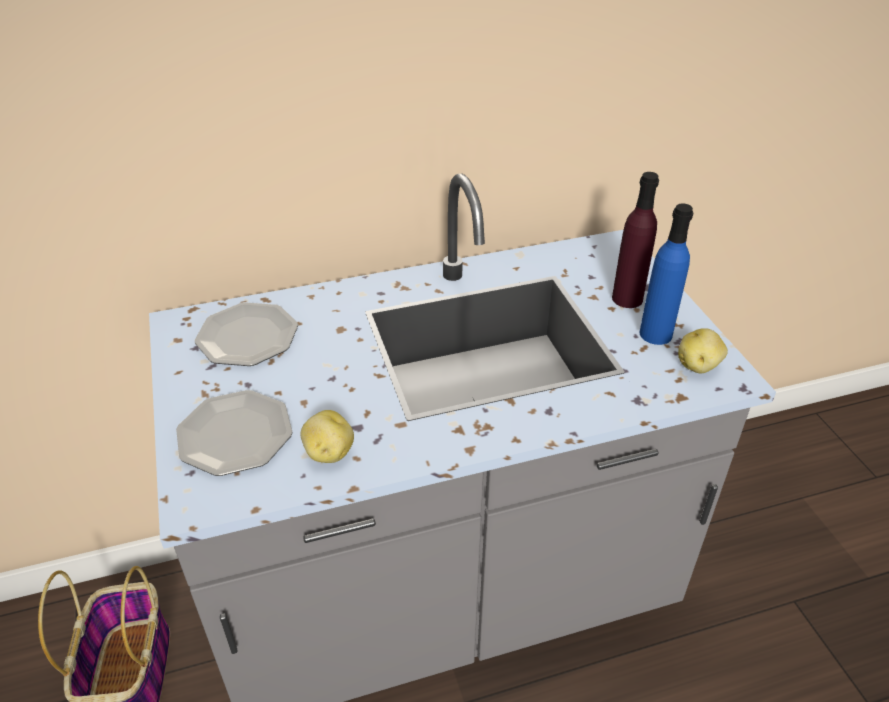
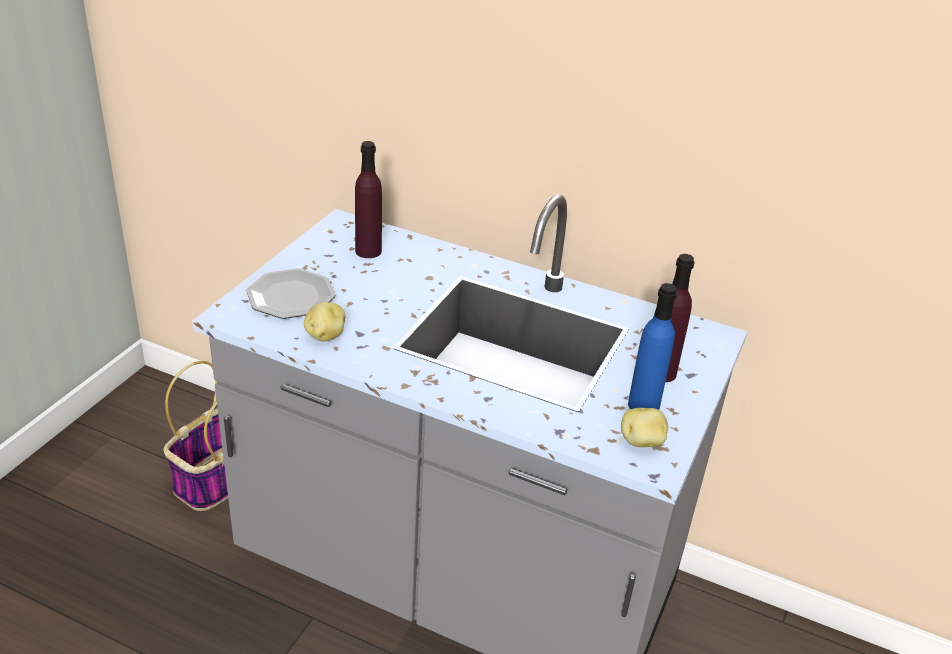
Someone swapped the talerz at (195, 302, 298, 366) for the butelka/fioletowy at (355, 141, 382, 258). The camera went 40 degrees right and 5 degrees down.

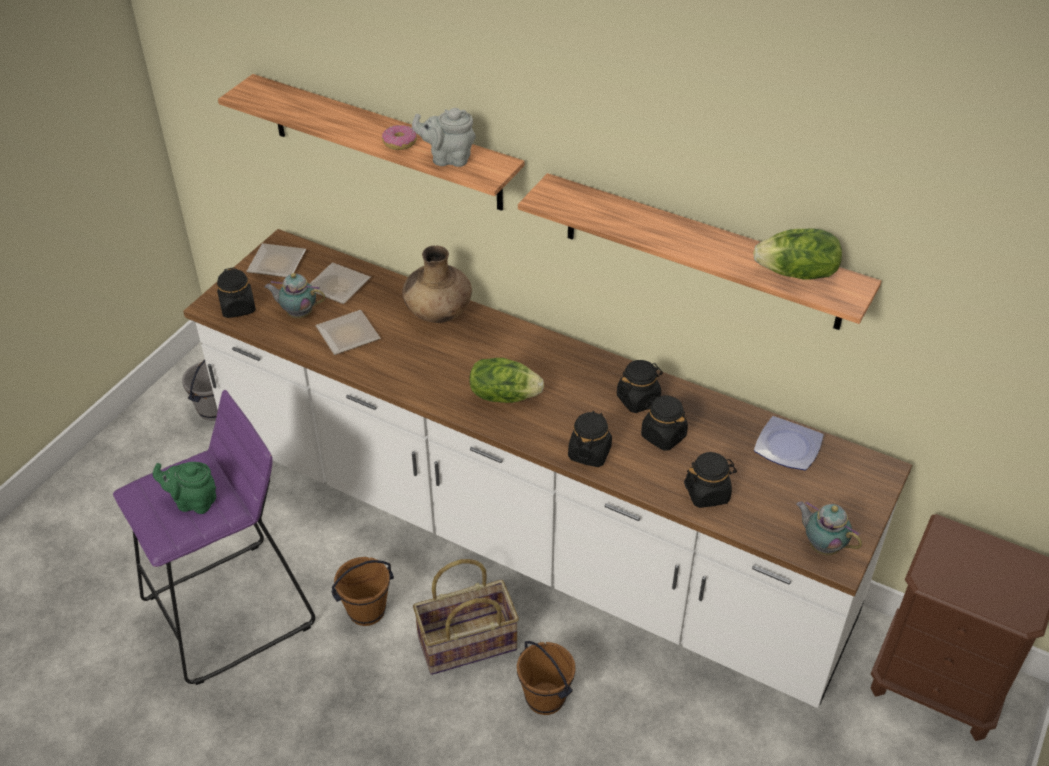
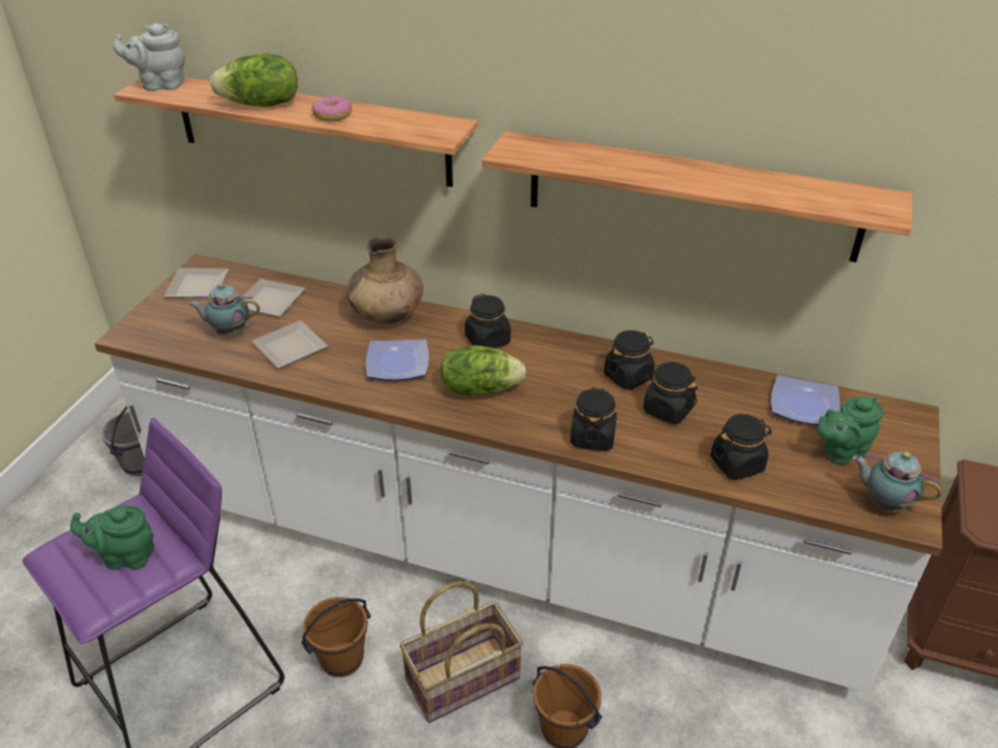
Someone carried the słoik/czarny from (217, 268, 256, 318) to (465, 294, 511, 348). Someone carried the imbryk/szary from (412, 108, 476, 167) to (113, 23, 185, 91). Someone carried the sałata from (753, 228, 842, 280) to (210, 53, 298, 107). Someone put down the talerz at (366, 339, 429, 381). Someone put down the imbryk/zielony at (817, 396, 884, 465). The camera went 10 degrees left and 5 degrees down.

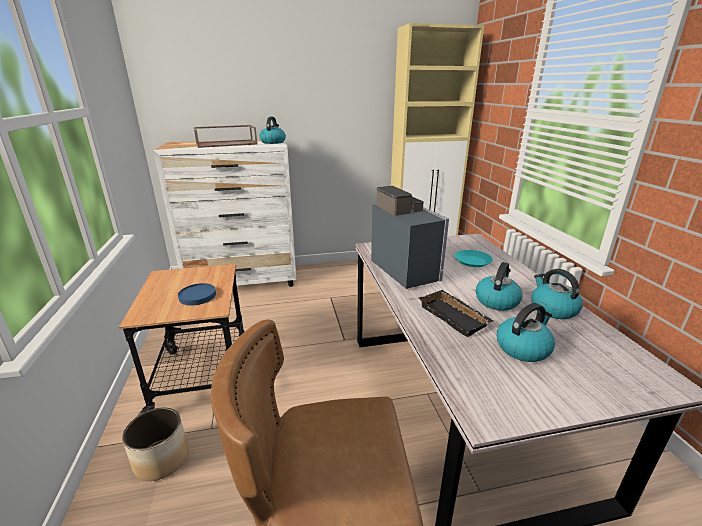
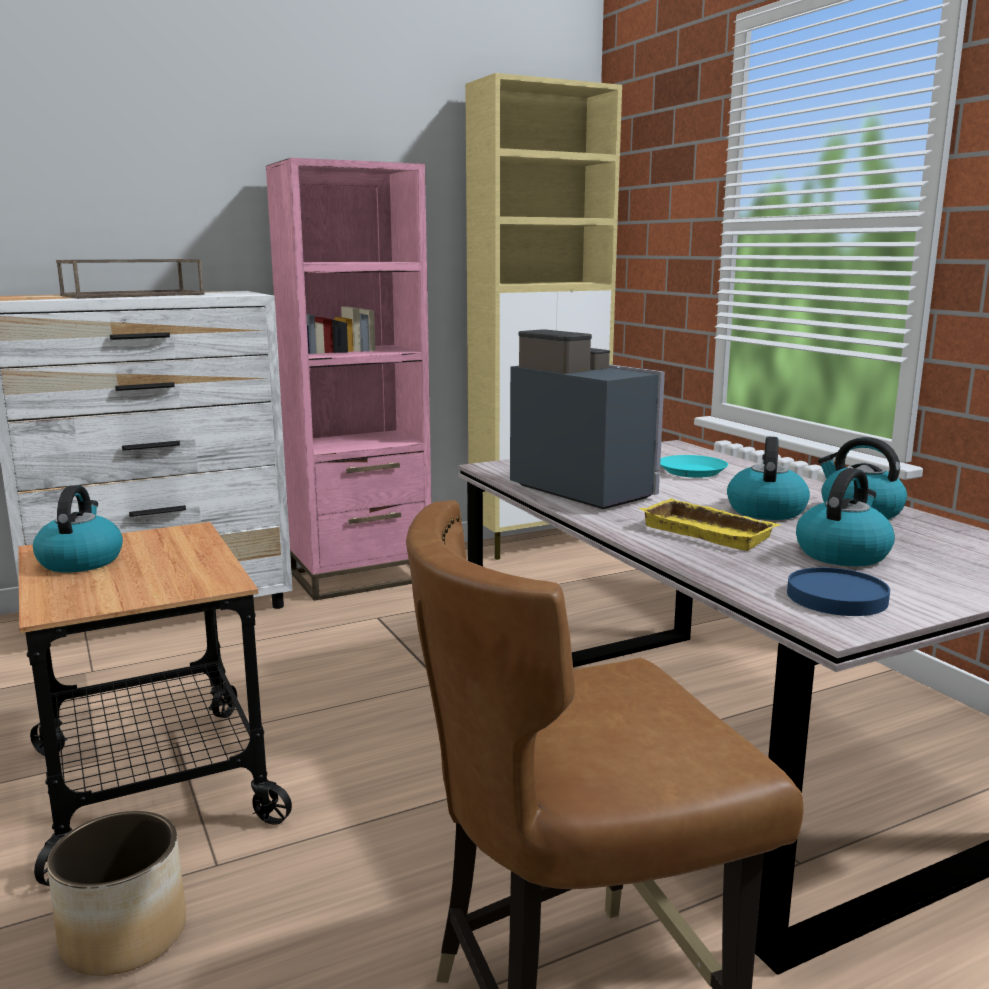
Someone carried the talerz/niebieski from (178, 283, 216, 306) to (787, 567, 890, 616). Someone carried the czajnik from (260, 117, 286, 144) to (33, 485, 123, 573). Someone repainted the taca/czarny at (419, 290, 494, 337), which became the taca/żółty at (639, 498, 781, 551). Someone put down the regał/różowy at (266, 158, 431, 601). The camera went 15 degrees left and 10 degrees down.

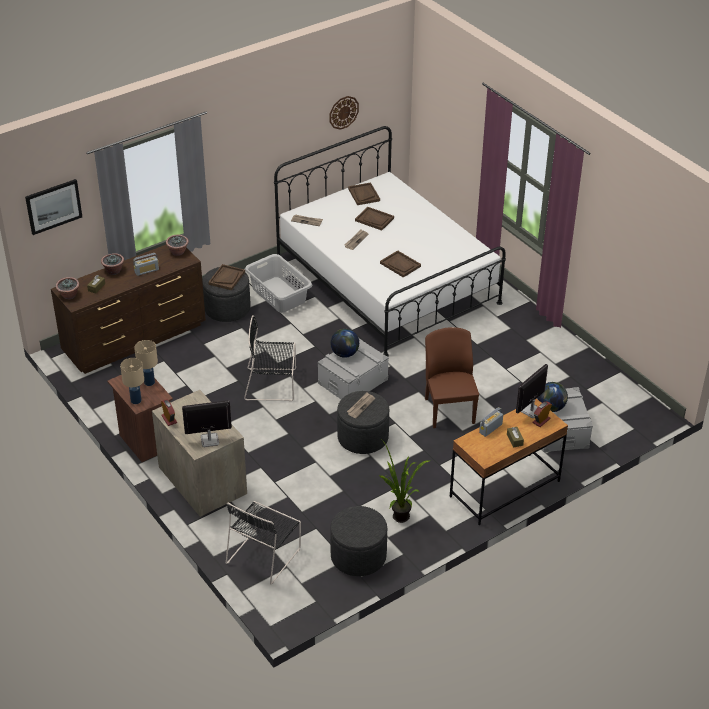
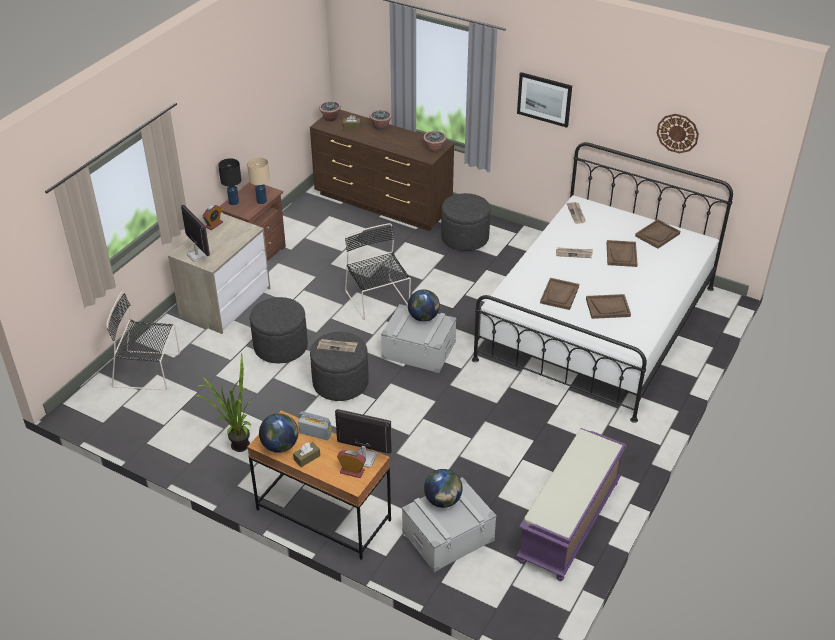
Someone carried the obraz from (25, 179, 82, 235) to (517, 72, 572, 128). Someone repainted the lampa stołowa/beżowy at (120, 358, 144, 404), which became the lampa stołowa/czarny at (218, 158, 241, 205). Someone took away the radio at (133, 253, 159, 276). Someone carried the taca/brązowy from (208, 264, 245, 290) to (586, 294, 631, 319). Someone took away the kosz na pranie/szary at (245, 254, 312, 313). Someone carried the pufa/szary from (330, 506, 387, 576) to (250, 297, 308, 363). Someone took away the krzesło/brązowy at (425, 327, 479, 428). Someone put down the globus at (259, 413, 298, 453). Someone put down the ławka/fioletowy at (517, 428, 626, 581). The camera went 65 degrees right and 0 degrees up.

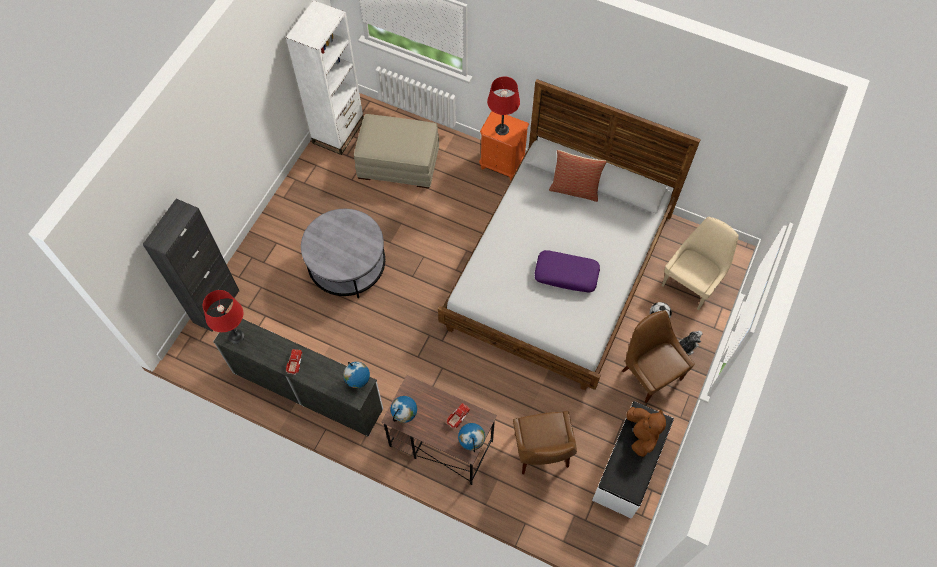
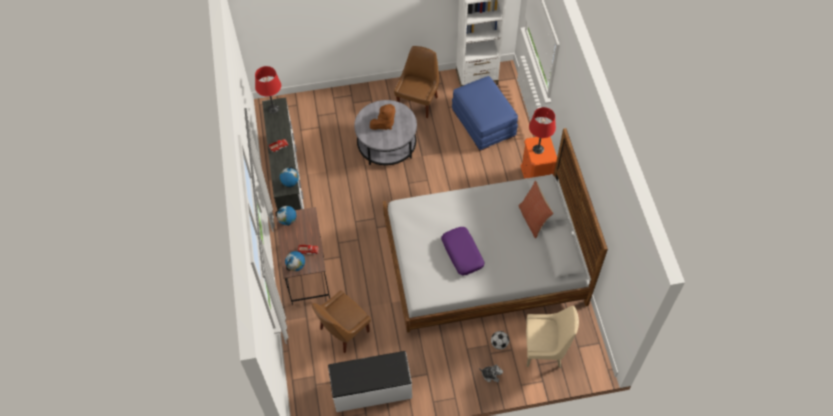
Someone took away the szafka/czarny at (143, 199, 239, 332). Someone repainted the pufa/beżowy at (354, 114, 439, 189), which became the pufa/niebieski at (452, 76, 518, 151). Someone carried the krzesło/brązowy from (622, 310, 695, 403) to (394, 46, 439, 118). Someone carried the pluszak/brązowy from (626, 407, 666, 457) to (370, 104, 395, 130). The camera went 55 degrees right and 5 degrees down.

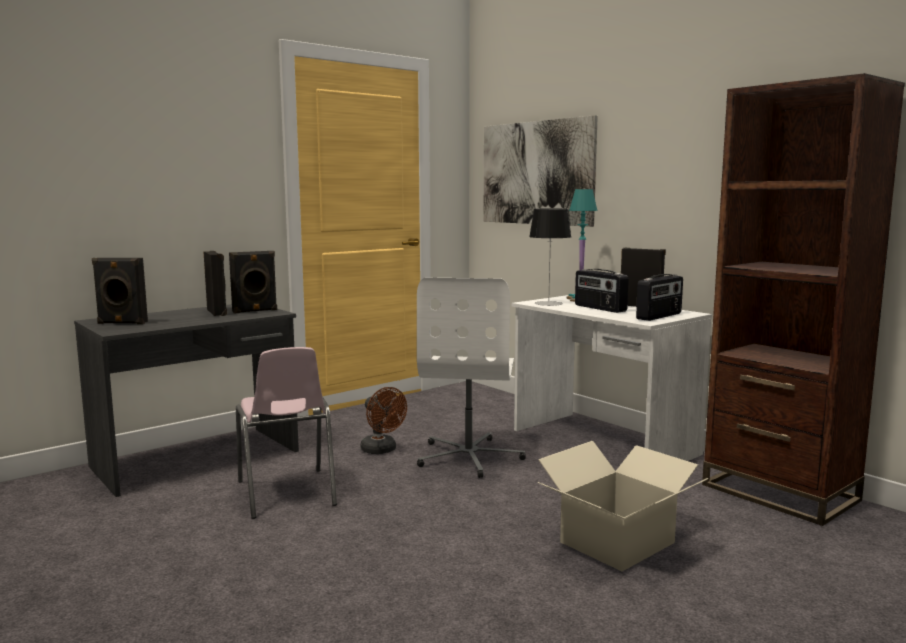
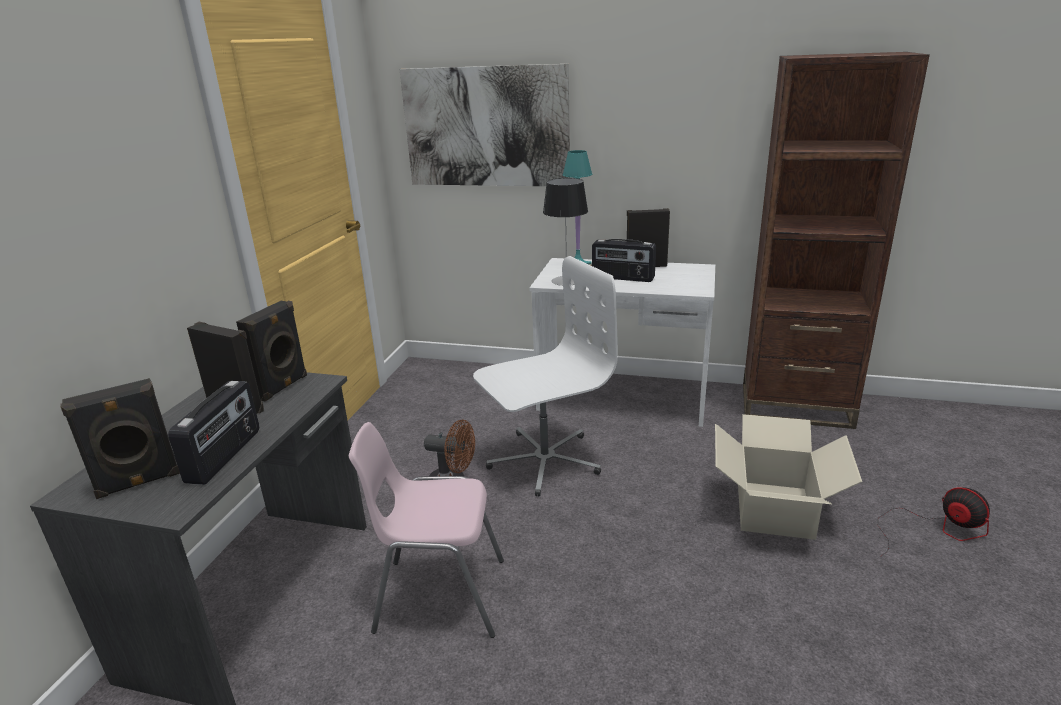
Someone rotated the krzesło/różowy at (236, 347, 337, 519) by 150 degrees clockwise. Someone rotated the krzesło biurowe/biały at (417, 278, 526, 478) by 90 degrees counterclockwise. Someone carried the radio from (636, 274, 683, 321) to (168, 381, 259, 485). Someone put down the wentylator at (878, 487, 990, 557). The camera went 35 degrees left and 15 degrees up.

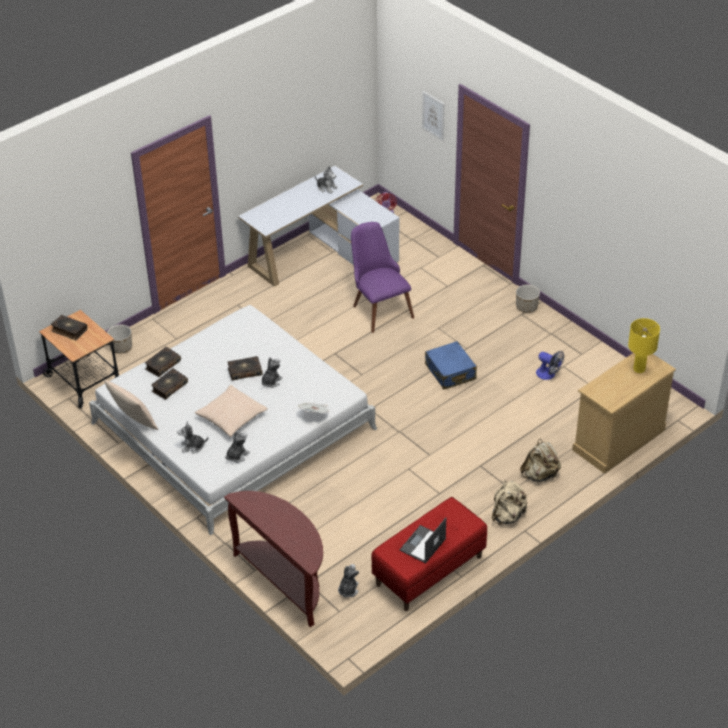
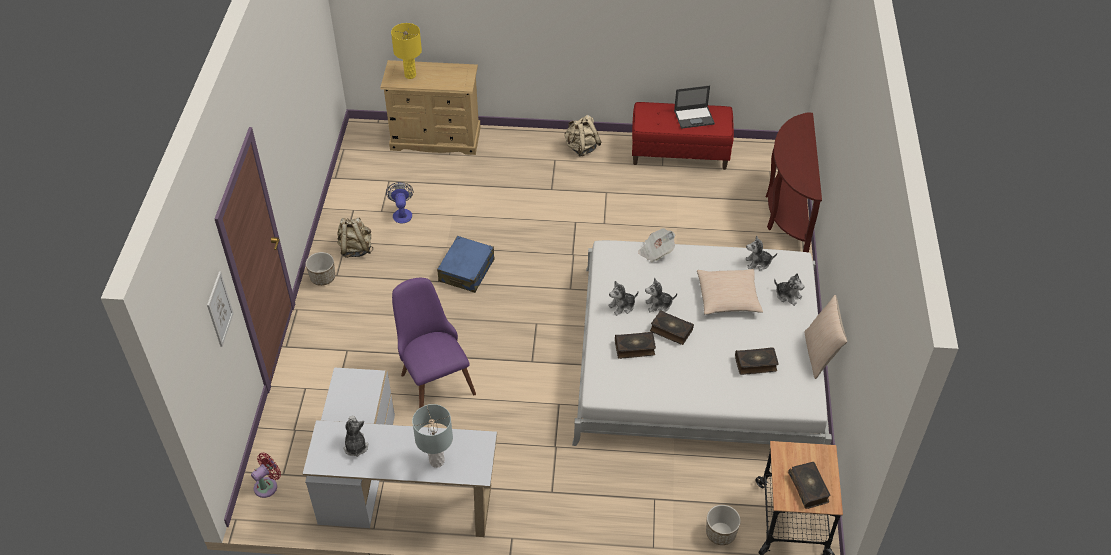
Someone carried the książka from (145, 347, 181, 377) to (615, 332, 656, 359). Someone carried the pluszak from (338, 564, 359, 597) to (608, 281, 639, 316). Someone rotated the krzesło/fioletowy at (351, 222, 414, 333) by 135 degrees clockwise. Someone carried the plecak/beżowy from (520, 439, 561, 482) to (337, 218, 373, 258). Someone put down the lampa stołowa/szary at (412, 404, 453, 468). The camera went 135 degrees left and 5 degrees up.

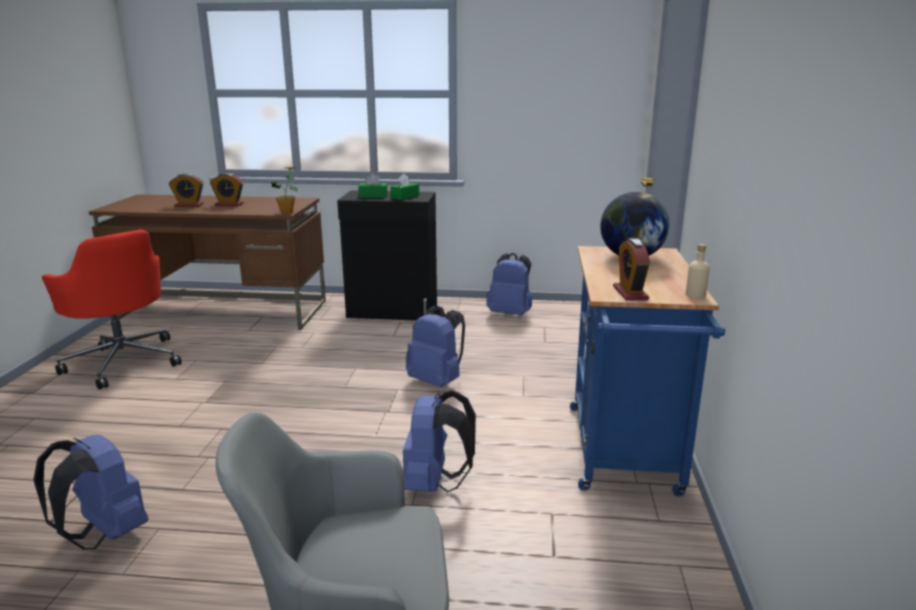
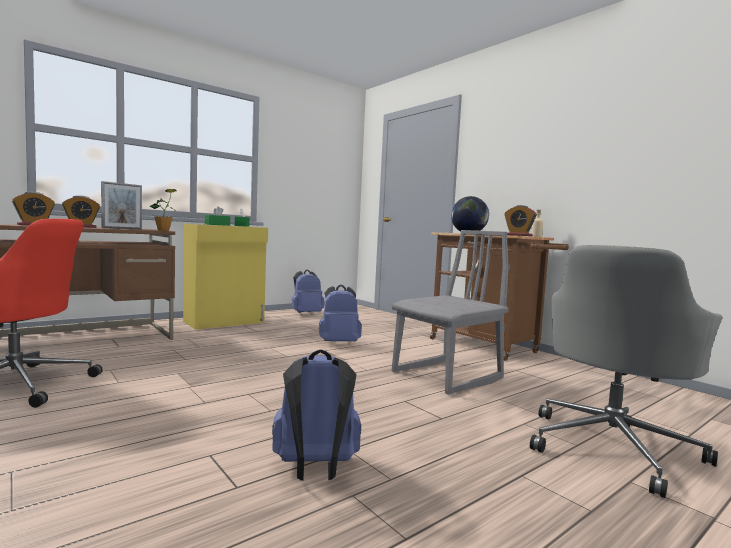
Someone repainted the szafka/czarny at (337, 190, 437, 321), which became the szafka/żółty at (183, 224, 268, 329). Someone swapped the plecak/niebieski at (403, 391, 476, 492) for the krzesło/szary at (392, 230, 509, 395). Someone repainted the wózek/niebieski at (570, 246, 725, 496), which became the wózek/brązowy at (430, 232, 569, 361). Someone put down the ramka na zdjęcie at (101, 181, 142, 229). The camera went 45 degrees left and 15 degrees down.

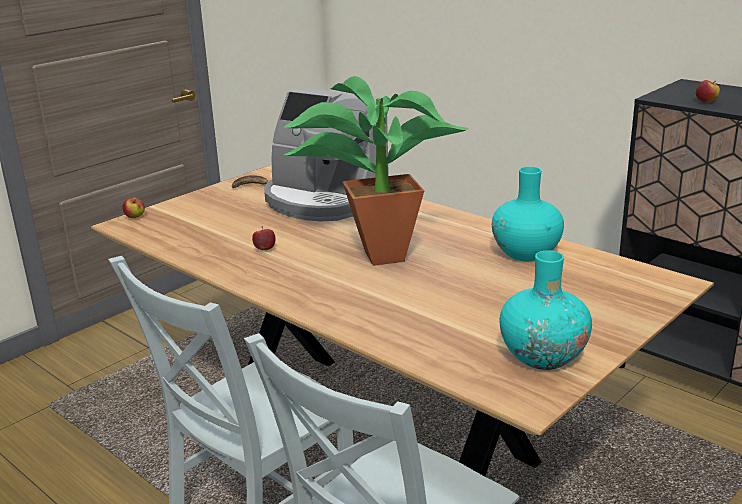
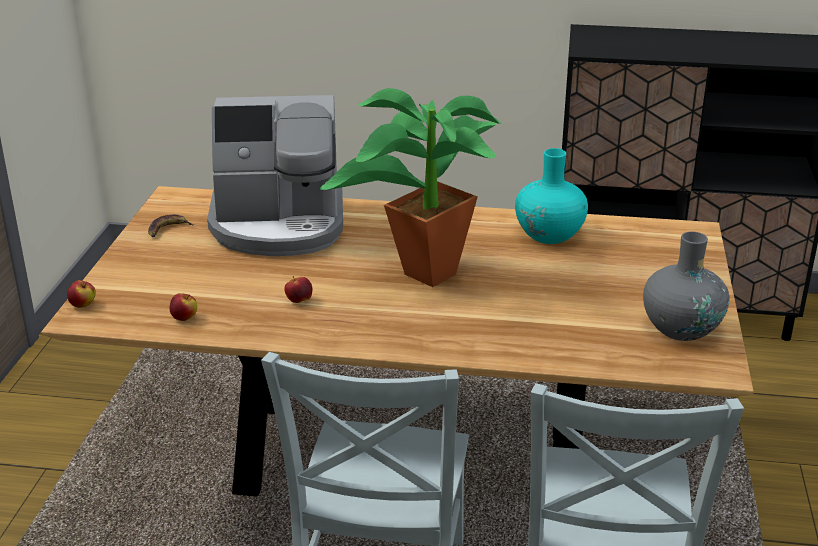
Someone repainted the wazon/turkusowy at (500, 250, 592, 370), which became the wazon/szary at (643, 232, 730, 341). Someone carried the jabłko from (696, 80, 720, 103) to (169, 293, 197, 321). The camera went 35 degrees left and 5 degrees up.

